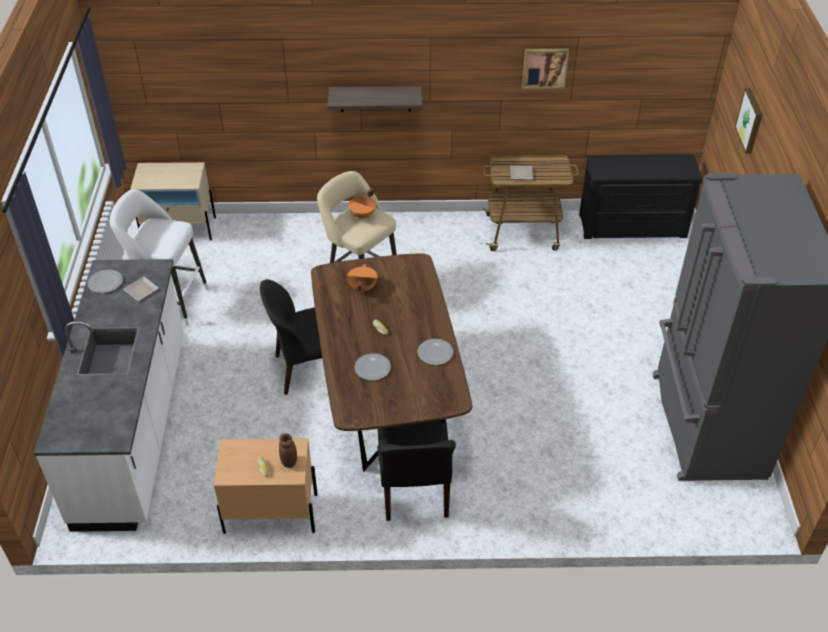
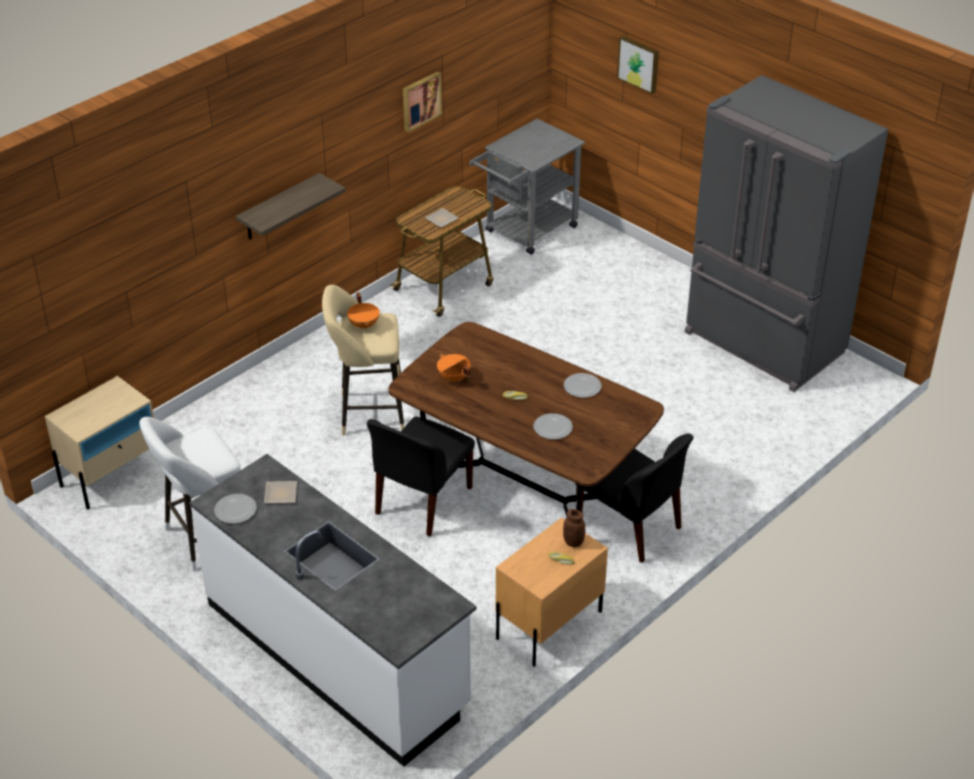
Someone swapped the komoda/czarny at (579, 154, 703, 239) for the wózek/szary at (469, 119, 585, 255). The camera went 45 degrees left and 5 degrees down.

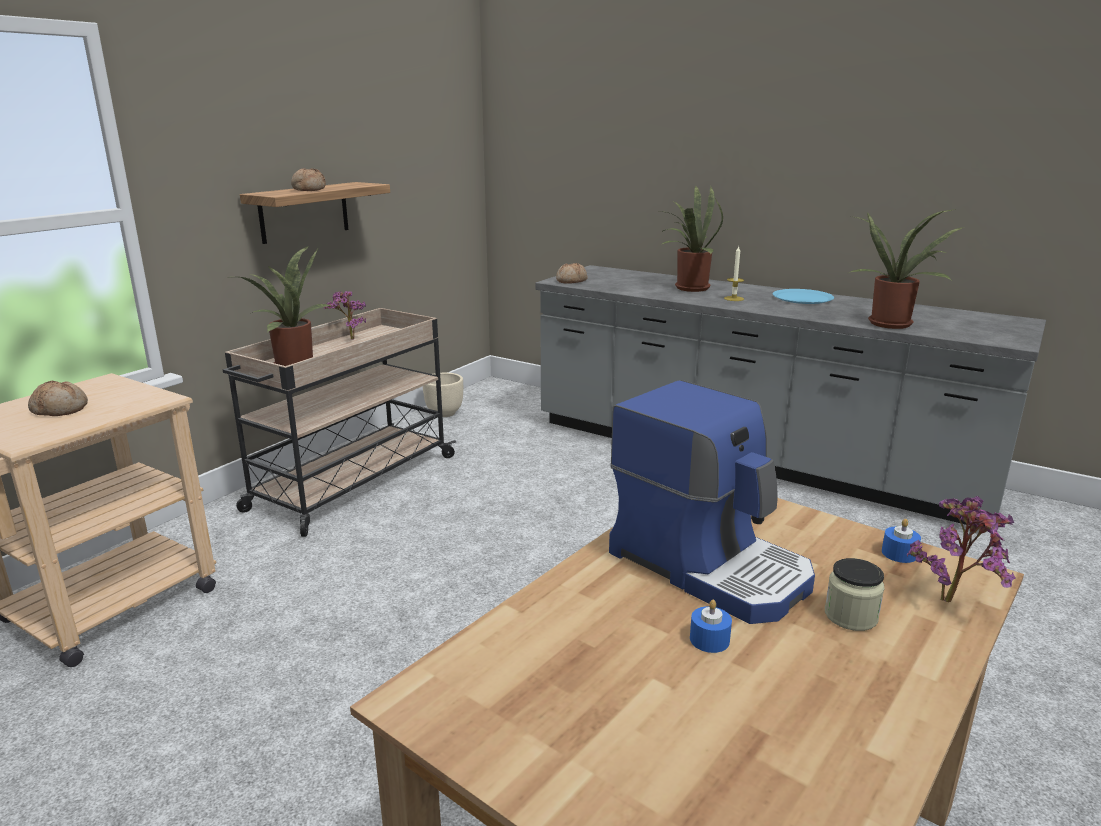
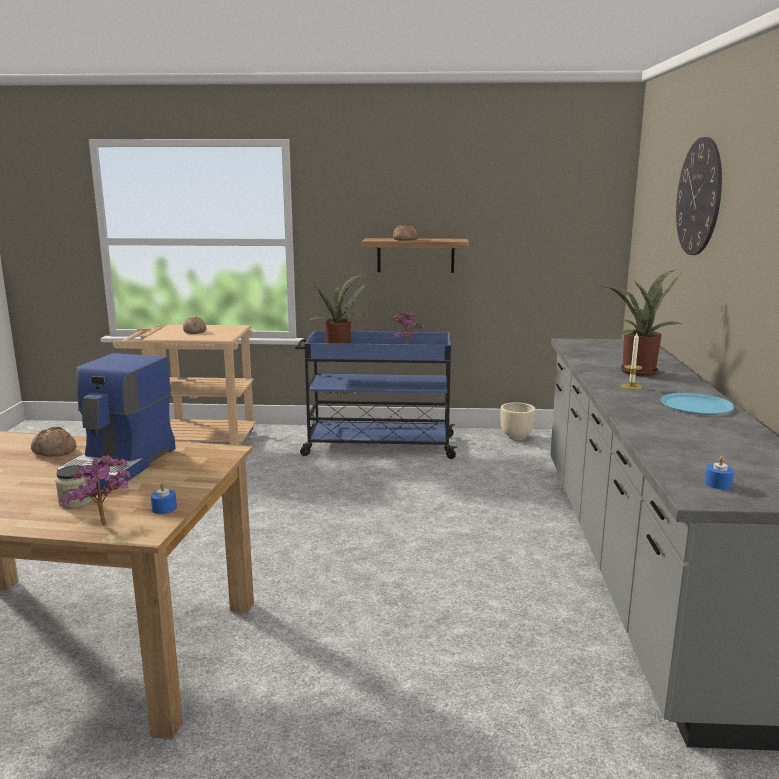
Someone repainted the wózek/beżowy at (223, 308, 456, 537), which became the wózek/niebieski at (295, 331, 457, 459). Someone carried the chleb from (556, 263, 587, 284) to (31, 427, 76, 456). Someone carried the świeca/niebieski from (690, 600, 732, 653) to (705, 456, 734, 489). Someone took away the roślina doniczkowa at (851, 209, 964, 329). Someone put up the zegar ścienny at (676, 137, 722, 255). The camera went 60 degrees right and 5 degrees down.

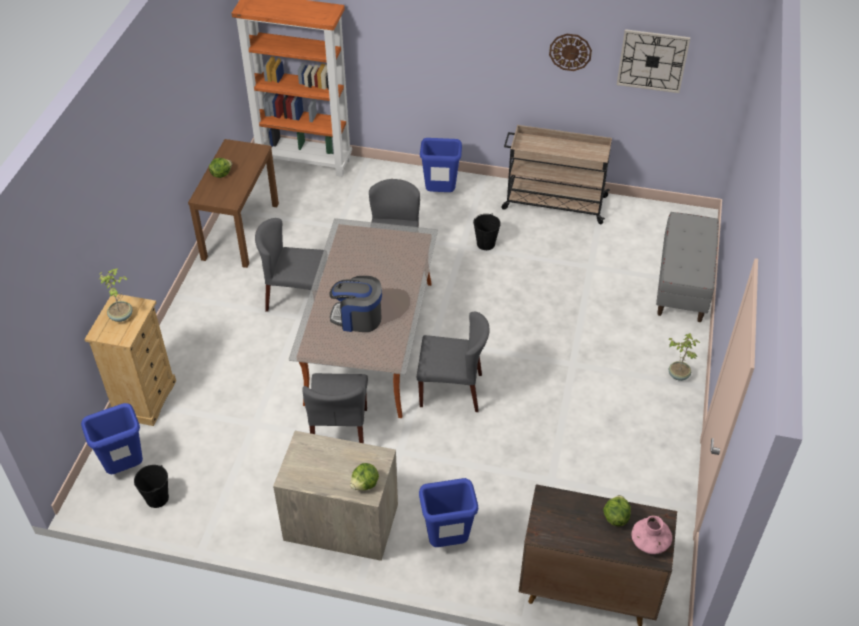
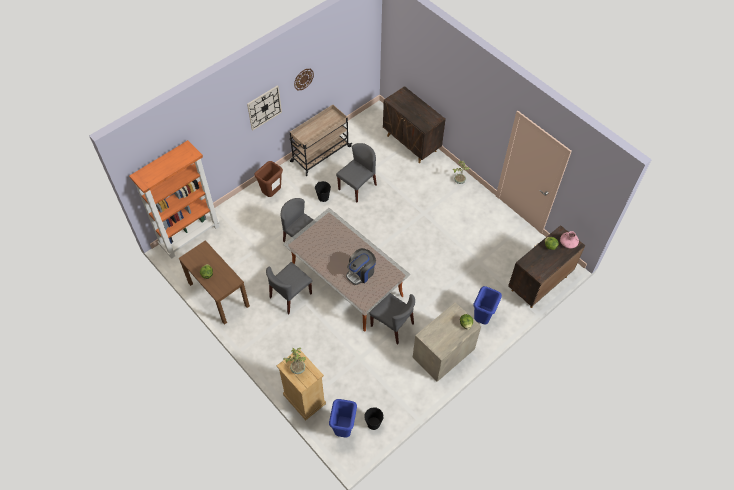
Someone carried the krzesło/szary from (417, 312, 490, 412) to (336, 143, 377, 203). Someone repainted the kosz na śmieci/niebieski at (420, 138, 462, 192), which became the kosz na śmieci/brązowy at (254, 161, 283, 197). Someone carried the zegar ścienny from (617, 29, 690, 93) to (247, 85, 282, 131). Someone swapped the ławka/szary at (656, 212, 719, 322) for the szafka/brązowy at (383, 86, 446, 163). The camera went 55 degrees left and 10 degrees up.

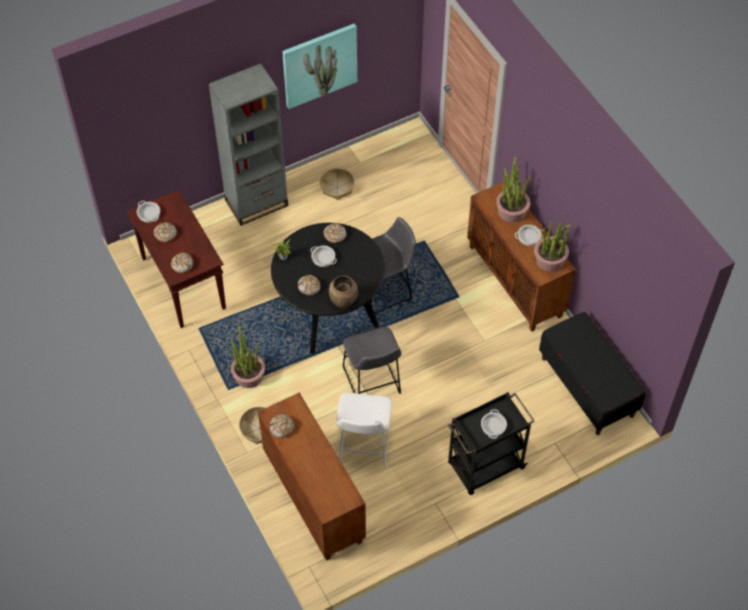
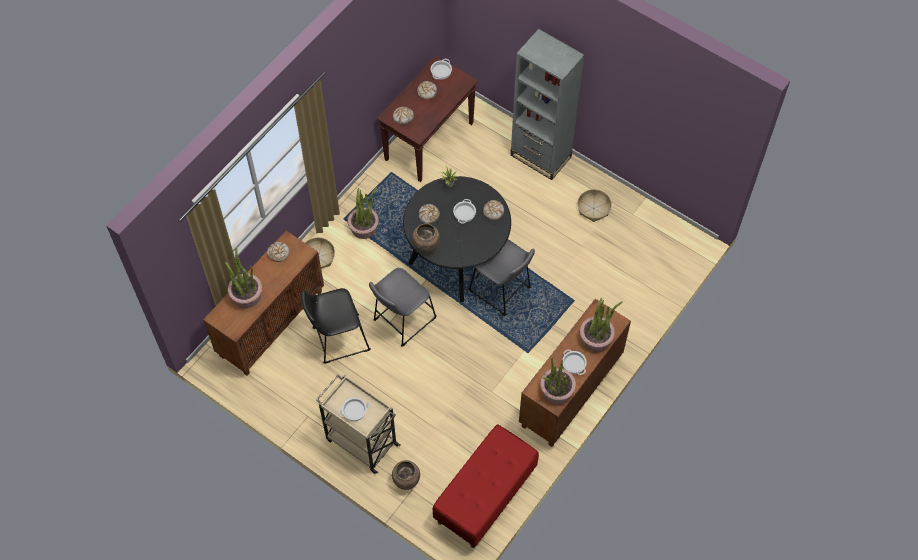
Someone took away the obraz at (282, 24, 357, 109). Someone repainted the stołek/biały at (336, 392, 392, 467), which became the stołek/czarny at (302, 288, 371, 364). Someone repainted the wózek/czarny at (448, 392, 534, 495), which became the wózek/beżowy at (316, 375, 400, 474). Someone repainted the ławka/czarny at (539, 312, 646, 435), which became the ławka/czerwony at (432, 424, 539, 548). Someone put down the roślina doniczkowa at (225, 247, 262, 308). Someone put down the wazon/brązowy at (392, 460, 420, 490). The camera went 65 degrees right and 5 degrees up.

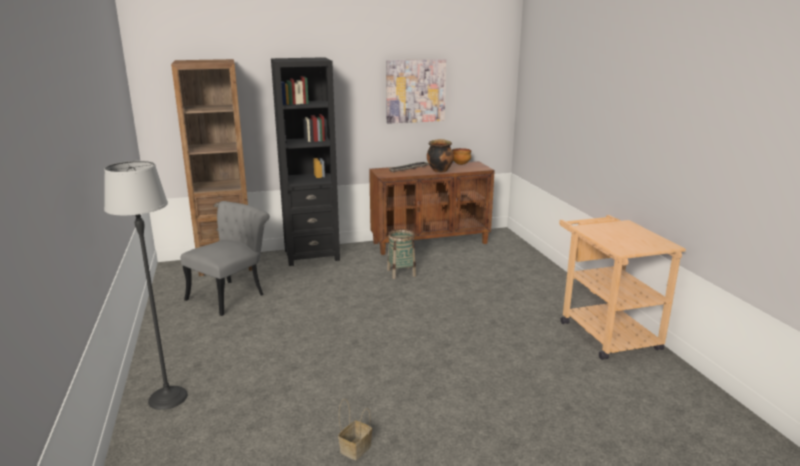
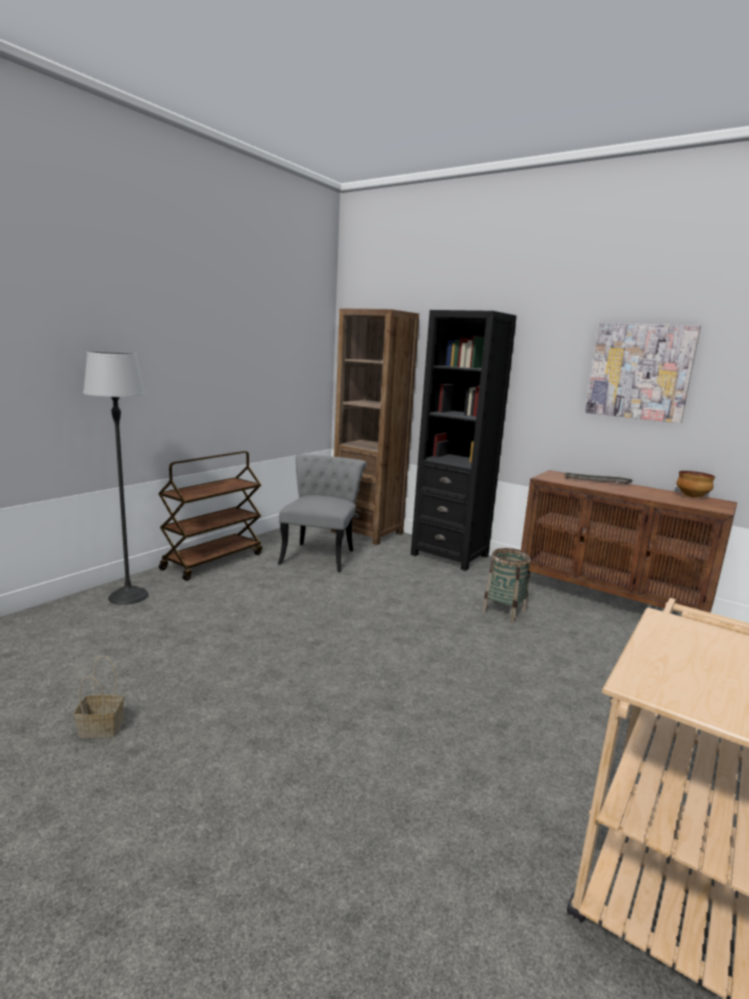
Someone rotated the krzesło/szary at (181, 201, 270, 316) by 75 degrees counterclockwise. Someone took away the garnek at (427, 139, 454, 173). Someone put down the wózek/brązowy at (158, 451, 262, 581). The camera went 50 degrees right and 5 degrees down.

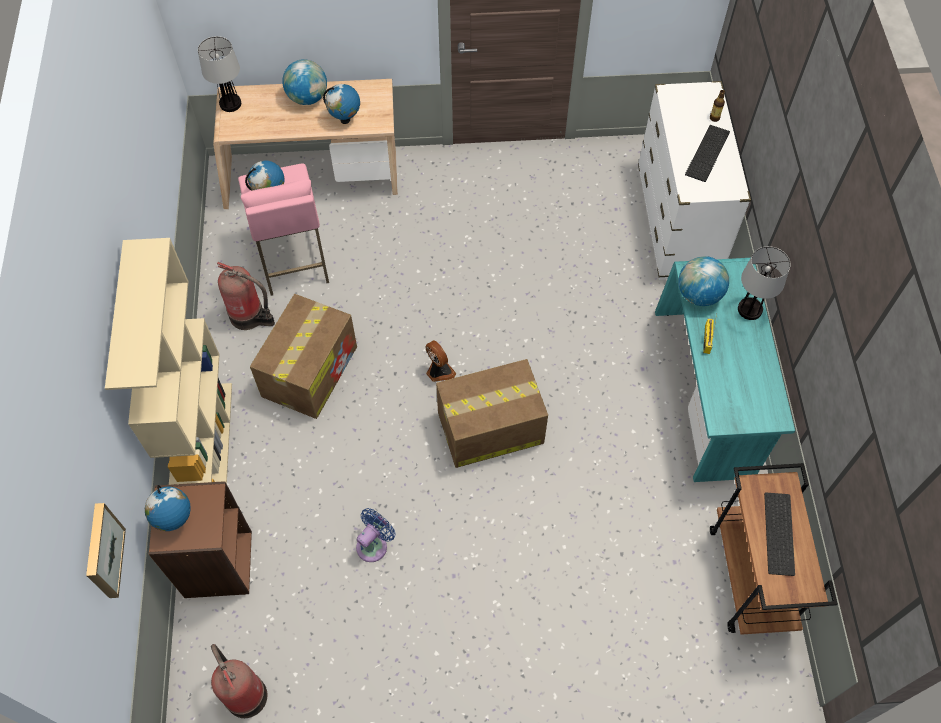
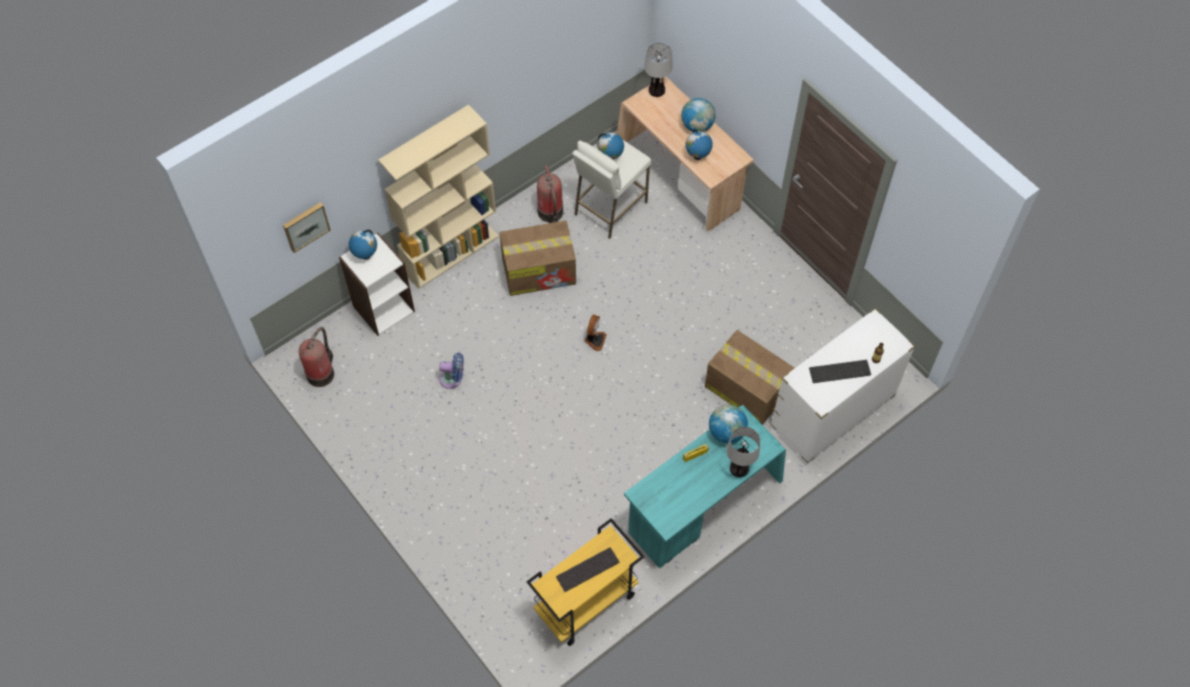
Someone repainted the regał/brązowy at (148, 481, 252, 598), which became the regał/biały at (339, 233, 415, 336). Someone repainted the stołek/różowy at (238, 163, 329, 296), which became the stołek/biały at (573, 140, 651, 239). Someone carried the karton from (436, 359, 548, 468) to (705, 330, 795, 425). Someone repainted the wózek/brązowy at (710, 463, 838, 635), which became the wózek/żółty at (526, 518, 644, 646). The camera went 55 degrees right and 0 degrees up.

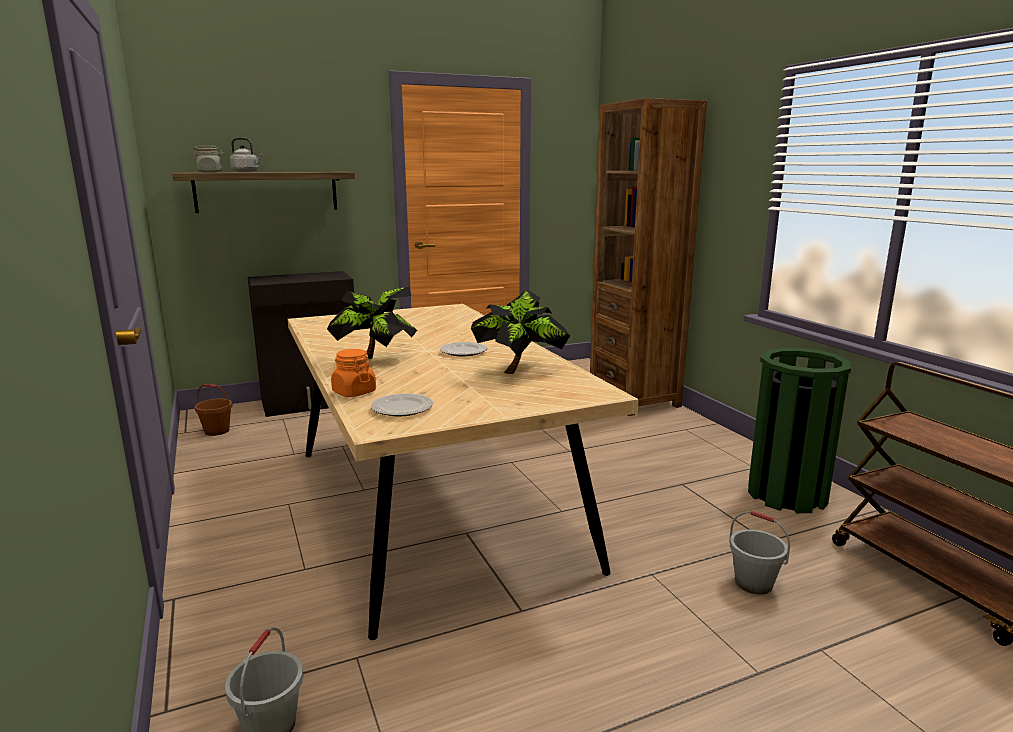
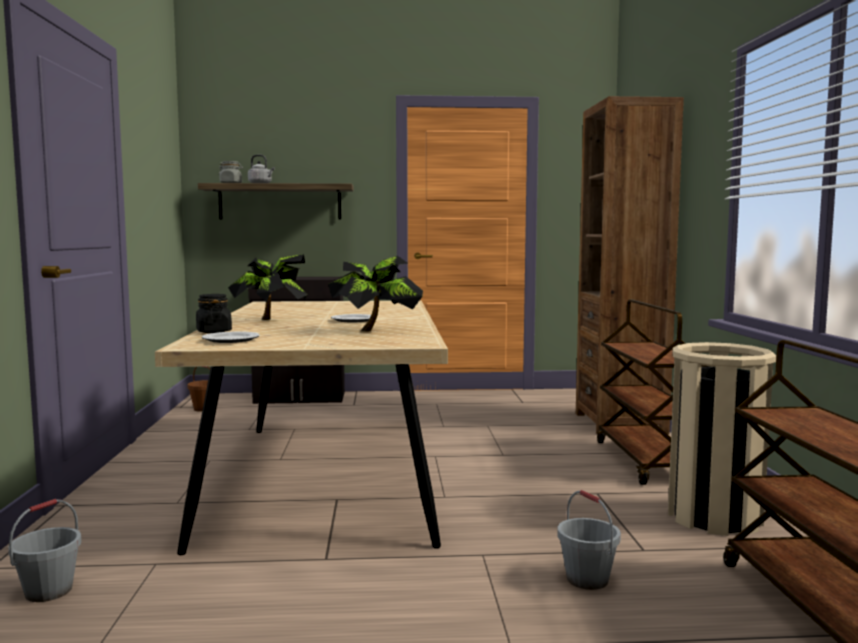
Someone repainted the słoik/pomarańczowy at (331, 349, 376, 397), which became the słoik/czarny at (196, 294, 232, 333). Someone repainted the kosz na śmieci/zielony at (748, 348, 852, 513), which became the kosz na śmieci/beżowy at (668, 342, 776, 536). Someone put down the wózek/brązowy at (597, 299, 709, 485). The camera went 20 degrees right and 10 degrees down.

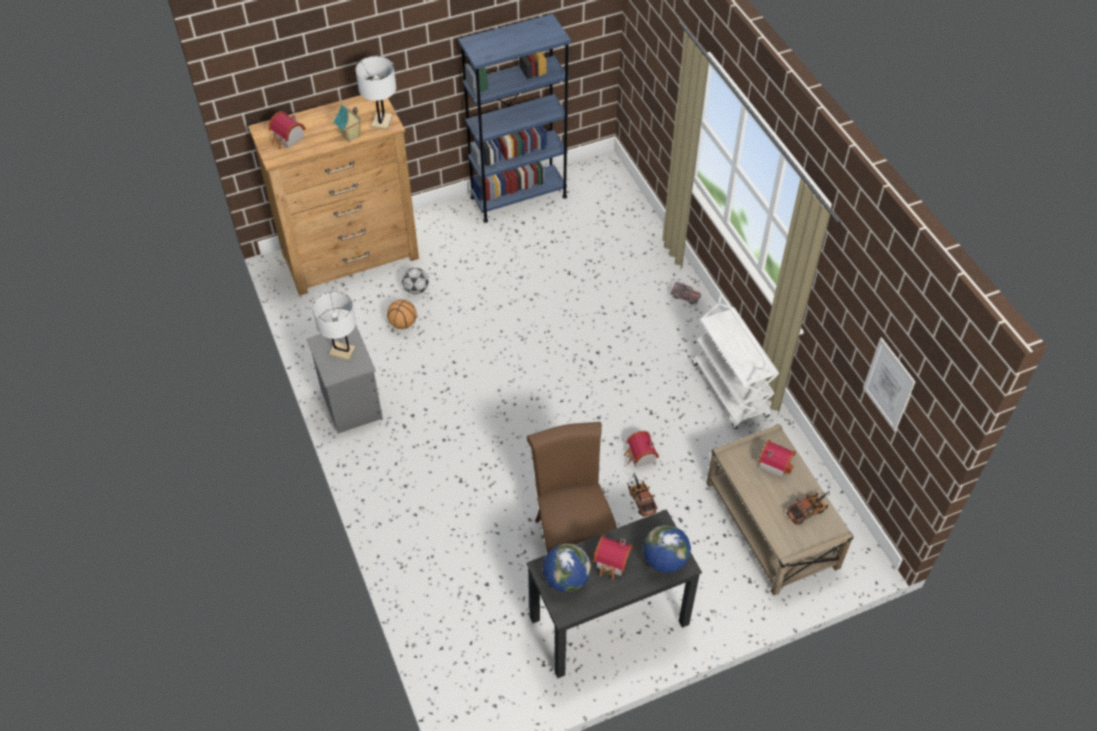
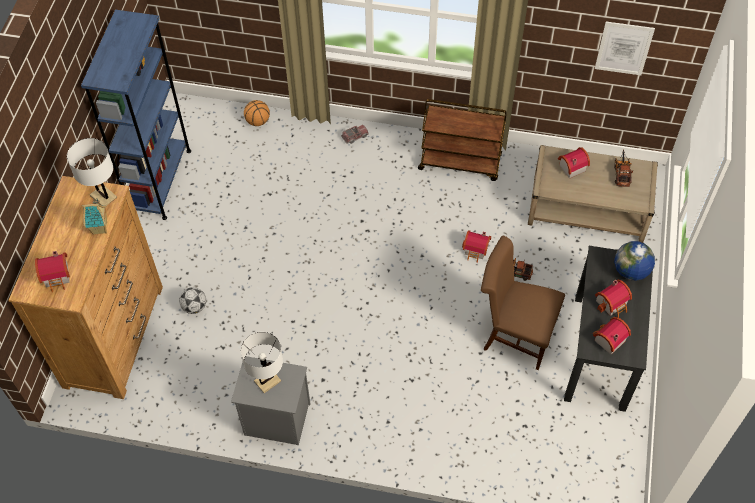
Someone carried the piłka do koszykówki from (387, 299, 417, 329) to (244, 100, 270, 126). Someone swapped the globus at (543, 543, 591, 592) for the domek at (593, 317, 631, 355). Someone repainted the wózek/biały at (692, 294, 779, 429), which became the wózek/brązowy at (418, 99, 507, 181). The camera went 55 degrees left and 5 degrees up.

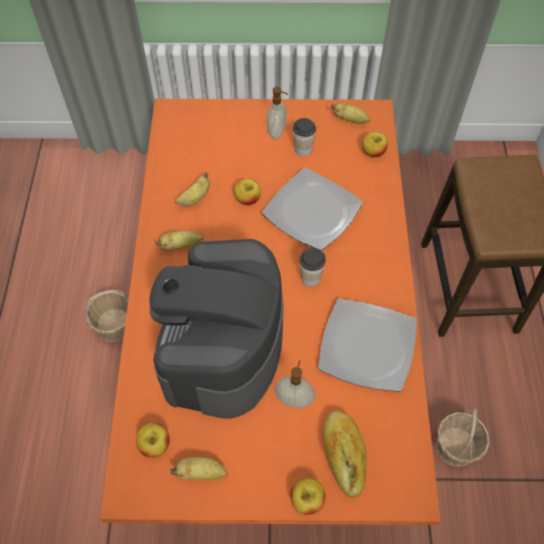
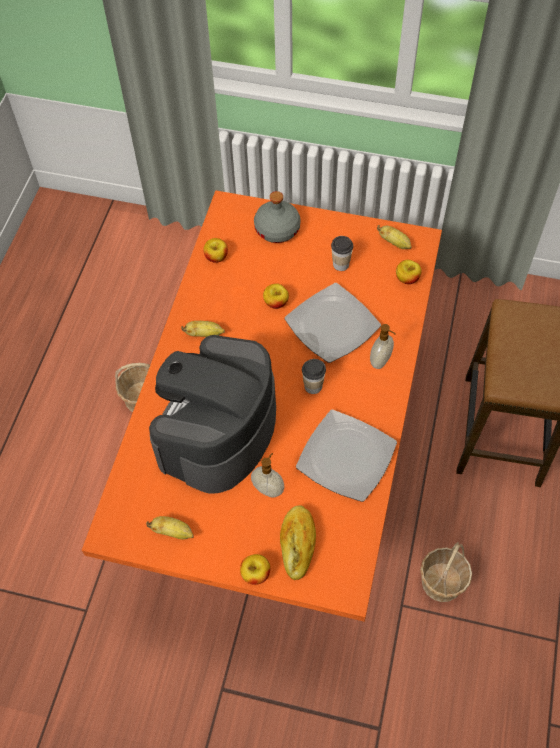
Someone carried the jabłko from (136, 423, 170, 457) to (203, 238, 228, 263). Someone took away the banan at (175, 172, 210, 207). Someone carried the dozownik mydła from (267, 87, 288, 139) to (370, 324, 396, 369). Someone put down the butelka/szary at (254, 191, 301, 243). The camera went 15 degrees right and 0 degrees up.

